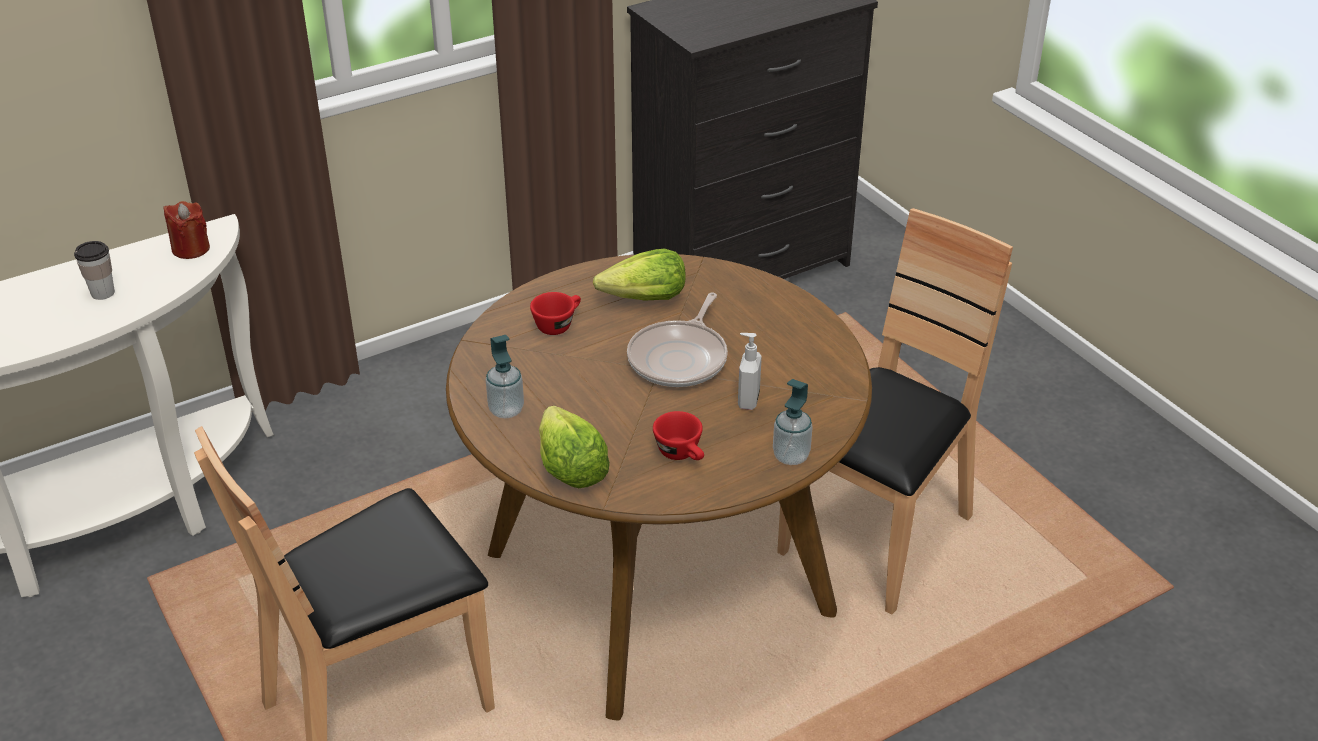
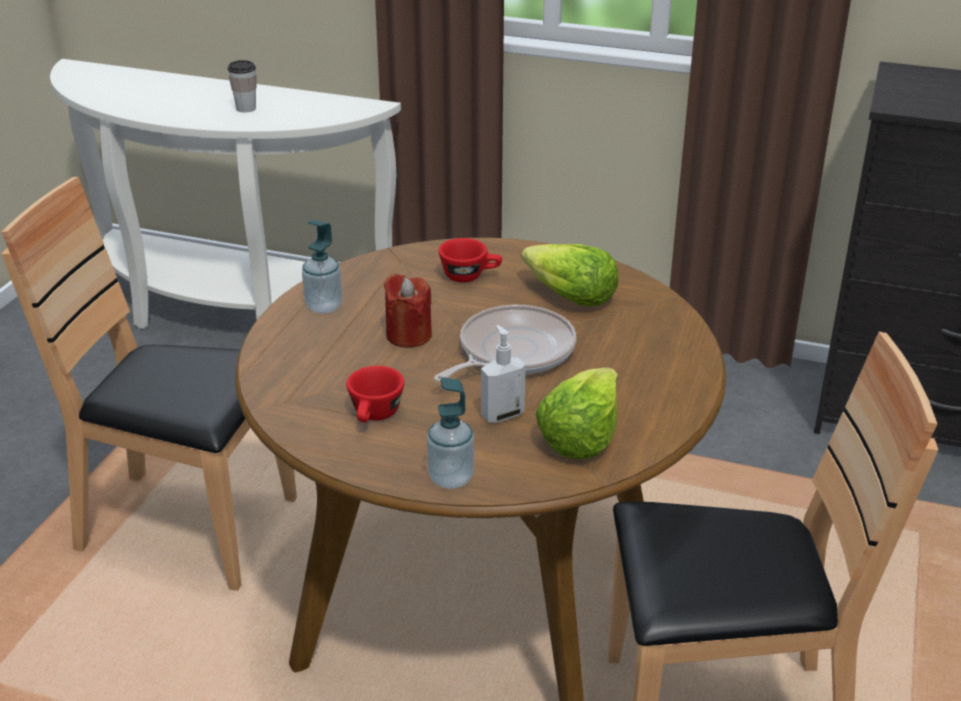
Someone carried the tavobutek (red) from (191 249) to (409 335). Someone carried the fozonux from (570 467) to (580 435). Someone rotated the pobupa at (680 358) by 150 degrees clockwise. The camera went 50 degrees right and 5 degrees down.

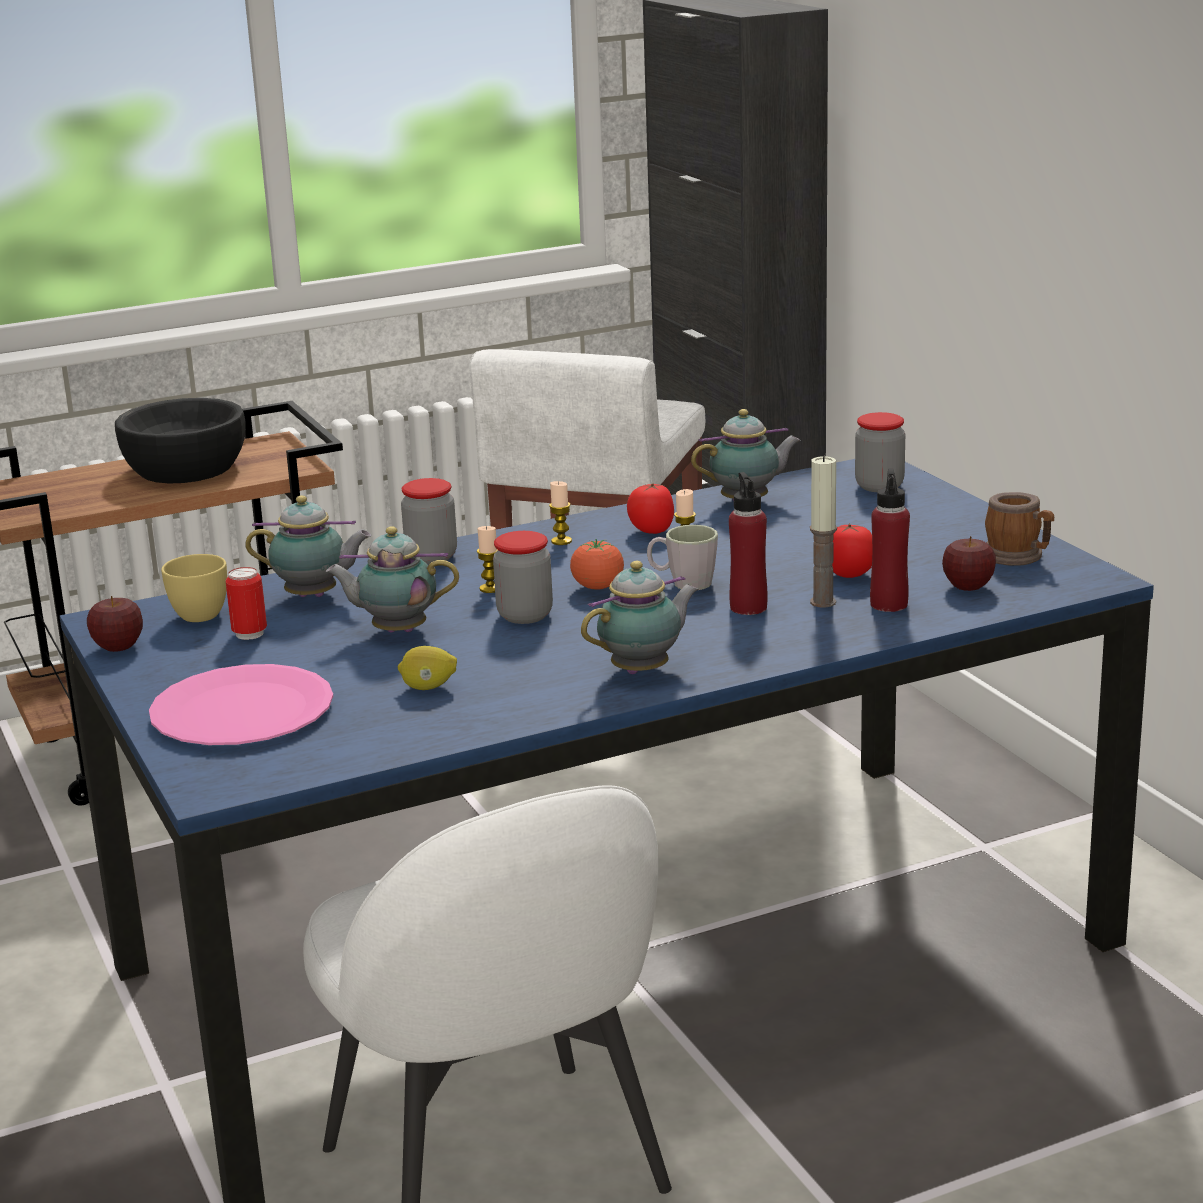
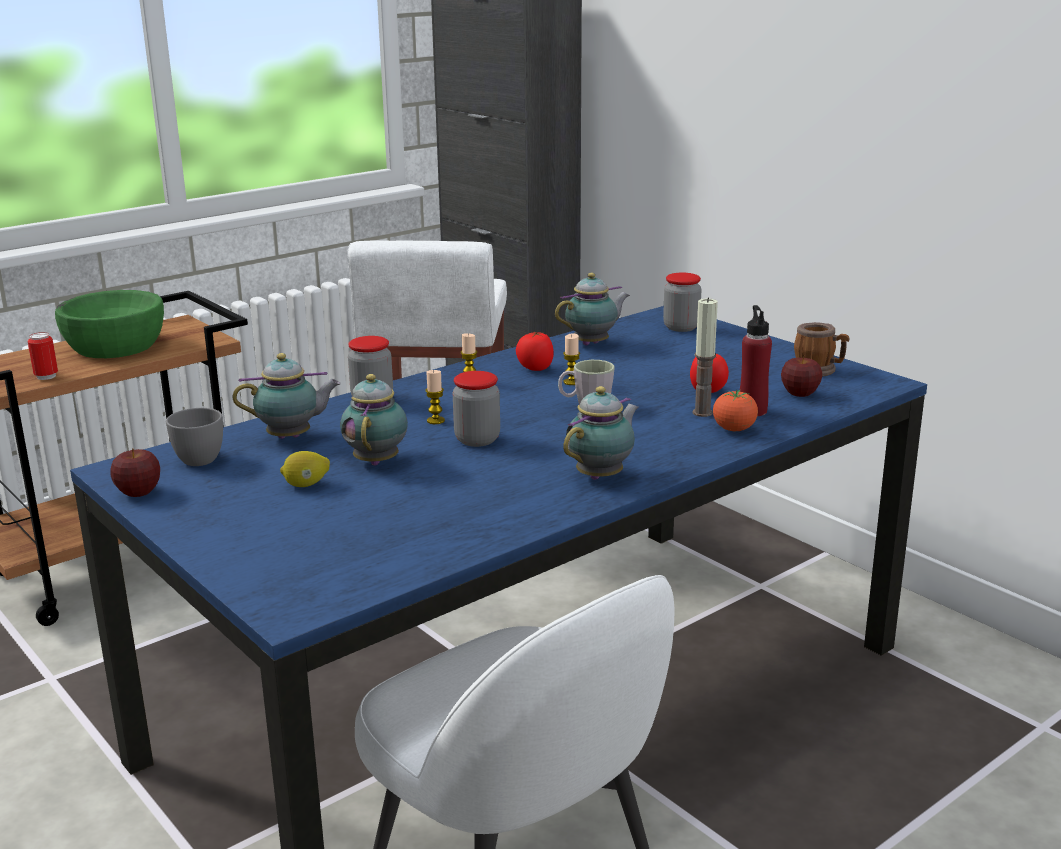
Someone repainted the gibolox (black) at (185 468), which became the gibolox (green) at (115 346). Someone took away the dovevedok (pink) at (242 711). Someone repainted the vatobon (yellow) at (203 612), which became the vatobon (grey) at (201 457). Someone carried the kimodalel from (249 634) to (46 376). Someone rotated the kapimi at (395 631) by 105 degrees clockwise. Someone carried the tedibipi from (428 687) to (306 485). Someone carried the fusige from (598 587) to (734 429). Someone took away the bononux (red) at (748 607). The camera went 15 degrees left and 0 degrees up.

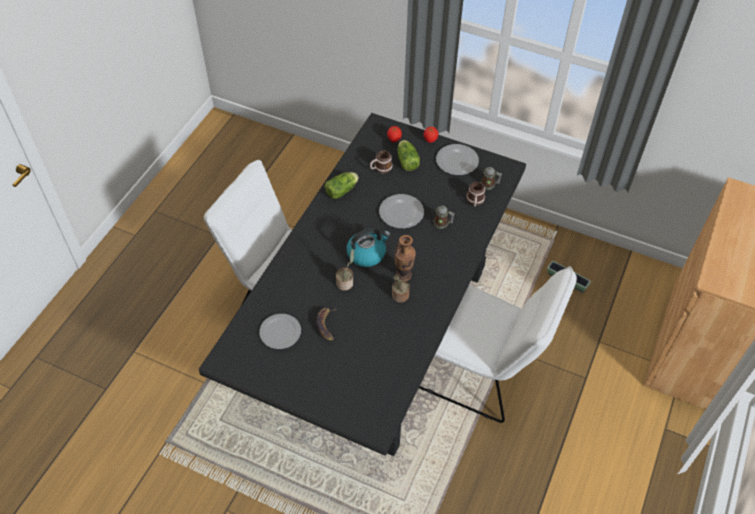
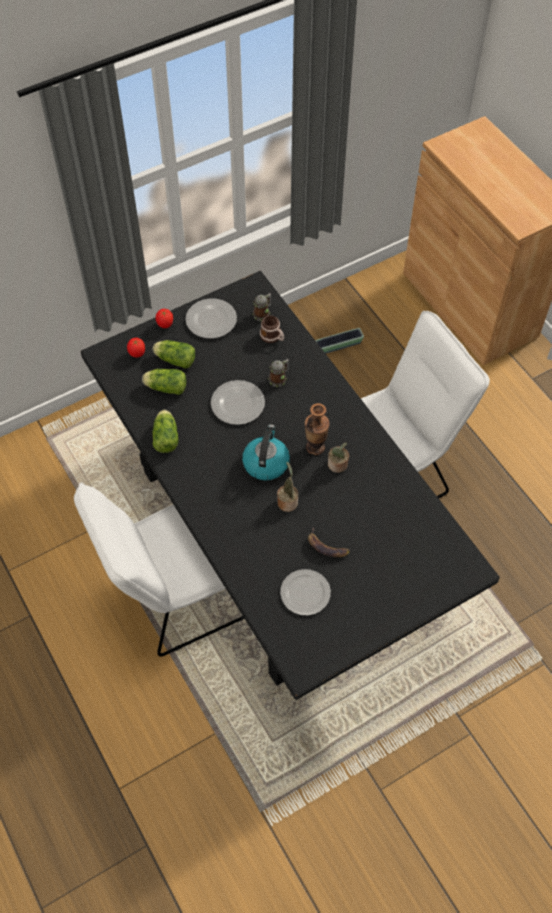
Someone swapped the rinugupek at (380 168) for the fozonux at (165 387). The camera went 55 degrees left and 5 degrees up.

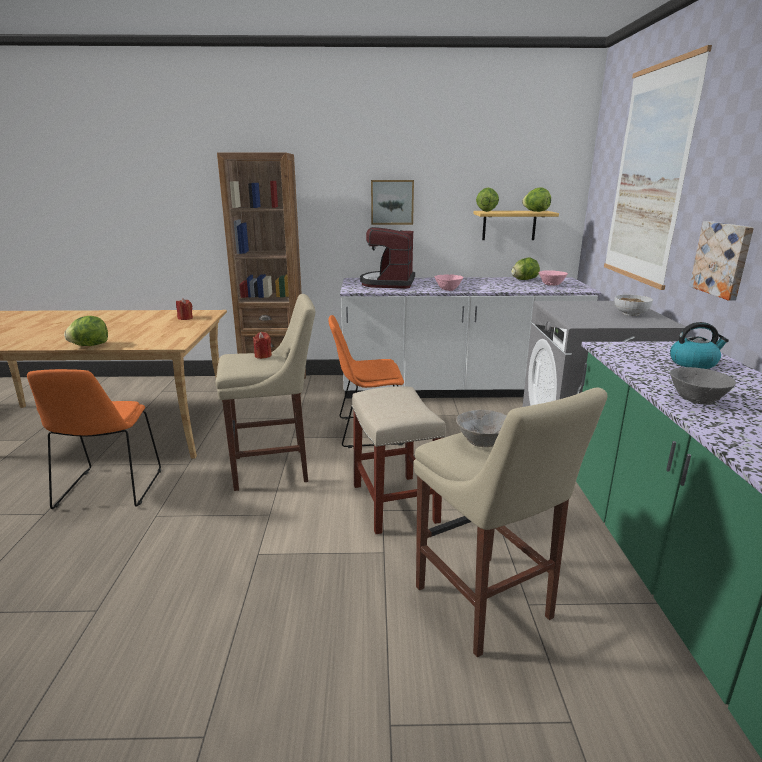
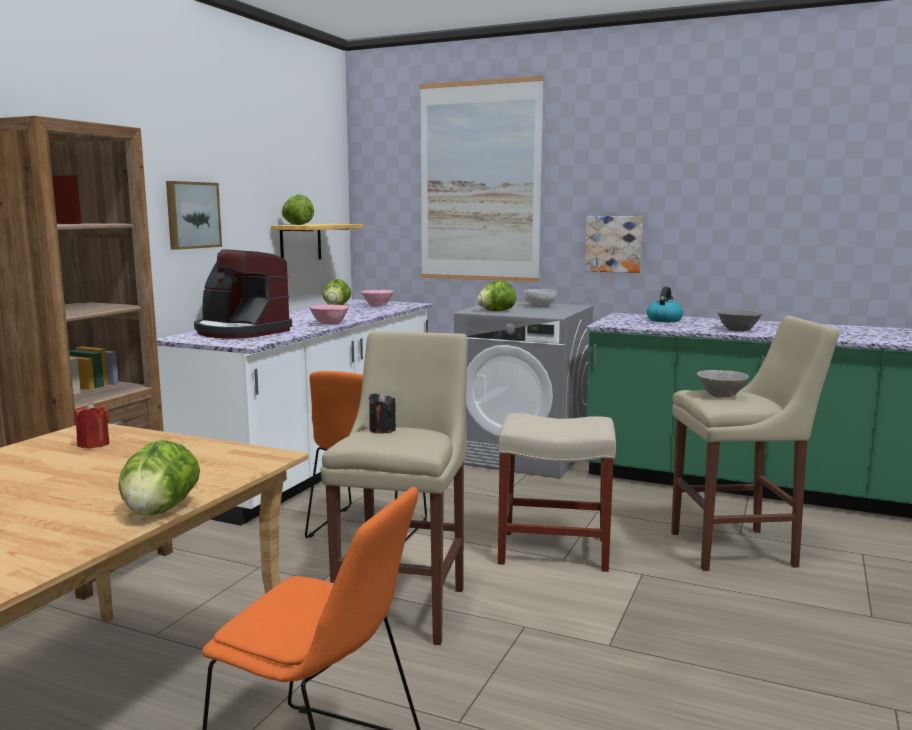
Someone repainted the tavobutek (red) at (263 356), which became the tavobutek (black) at (382 430). Someone carried the fozonux from (535 211) to (496 311). The camera went 65 degrees left and 10 degrees down.

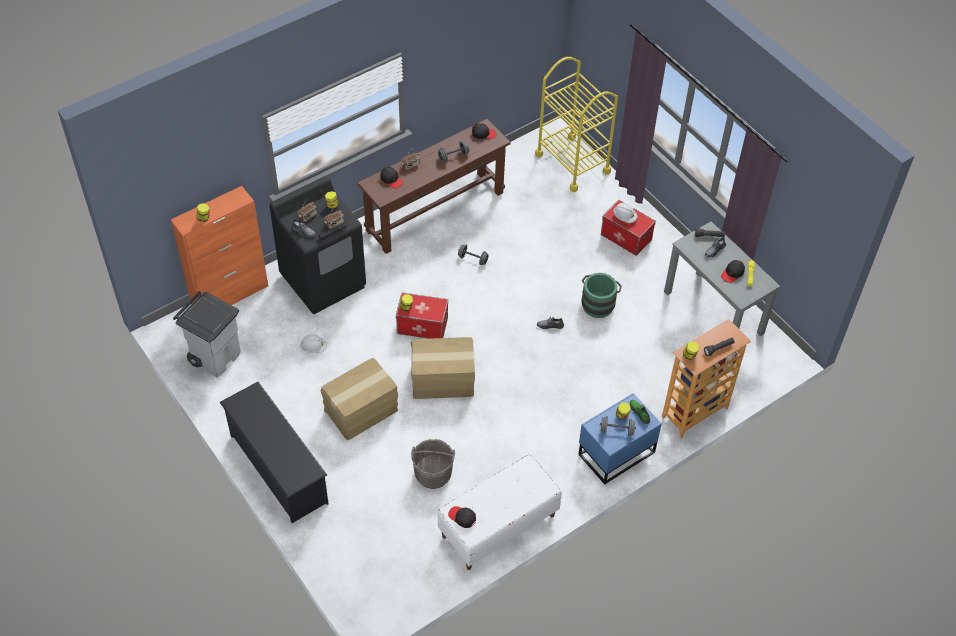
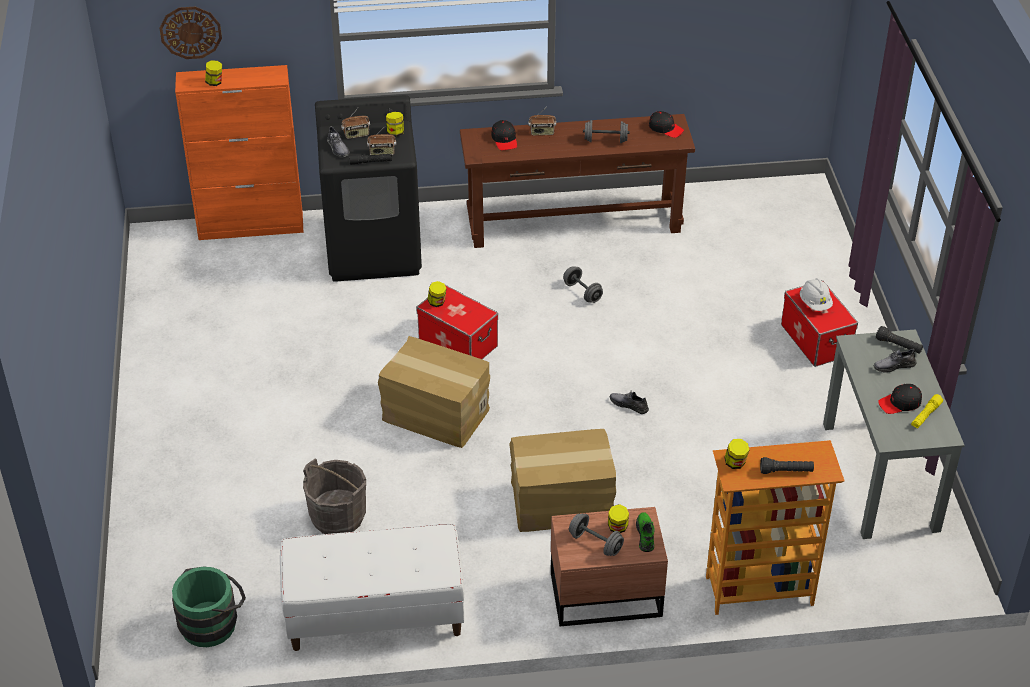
Someone took away the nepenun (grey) at (215 356). Someone took away the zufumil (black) at (278 469). Someone took away the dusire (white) at (314 348). Someone carried the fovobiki from (361 411) to (561 503). Someone took away the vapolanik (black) at (462 517). Someone took away the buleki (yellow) at (572 163). Someone repainted the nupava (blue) at (614 453), which became the nupava (brown) at (603 593). Someone carried the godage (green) from (598 303) to (213 622). Someone put up the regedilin at (190 32). The camera went 30 degrees right and 10 degrees down.

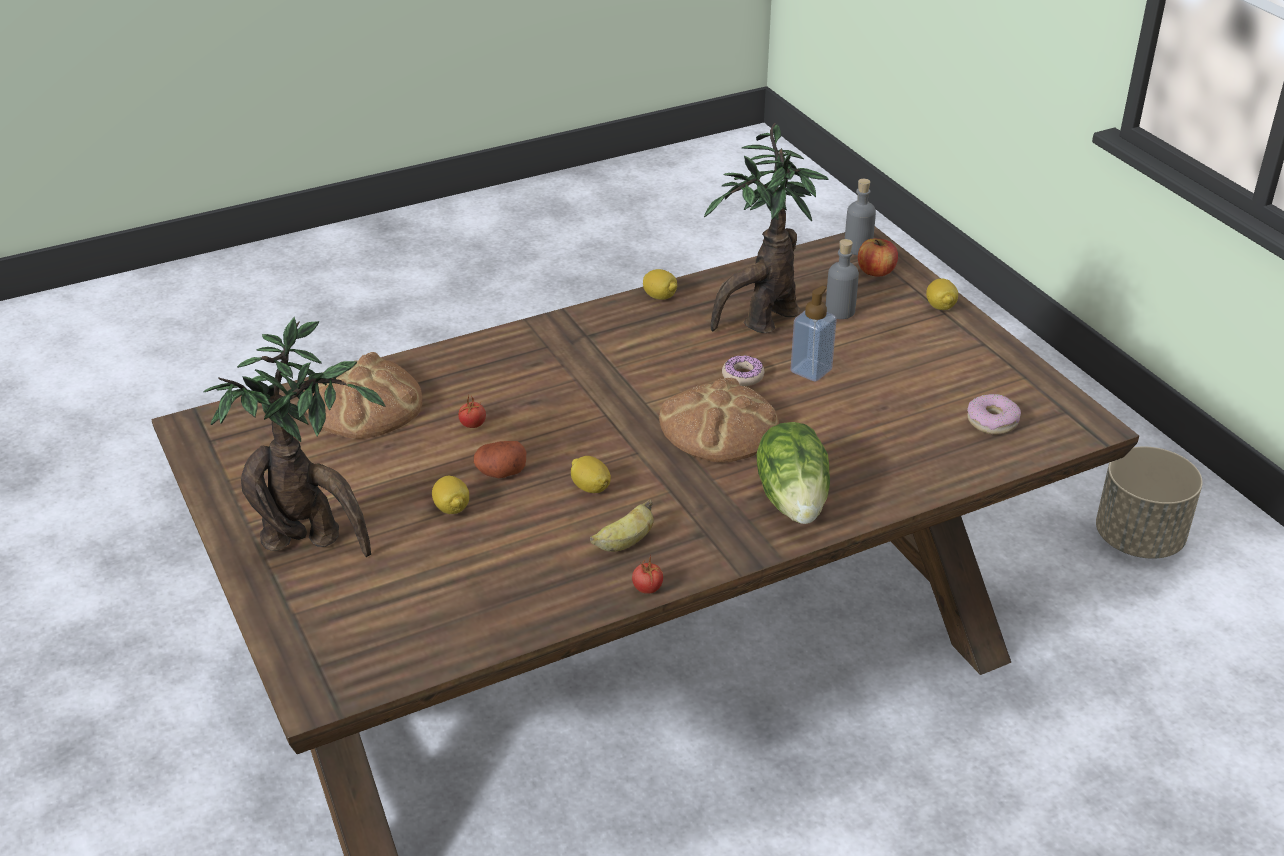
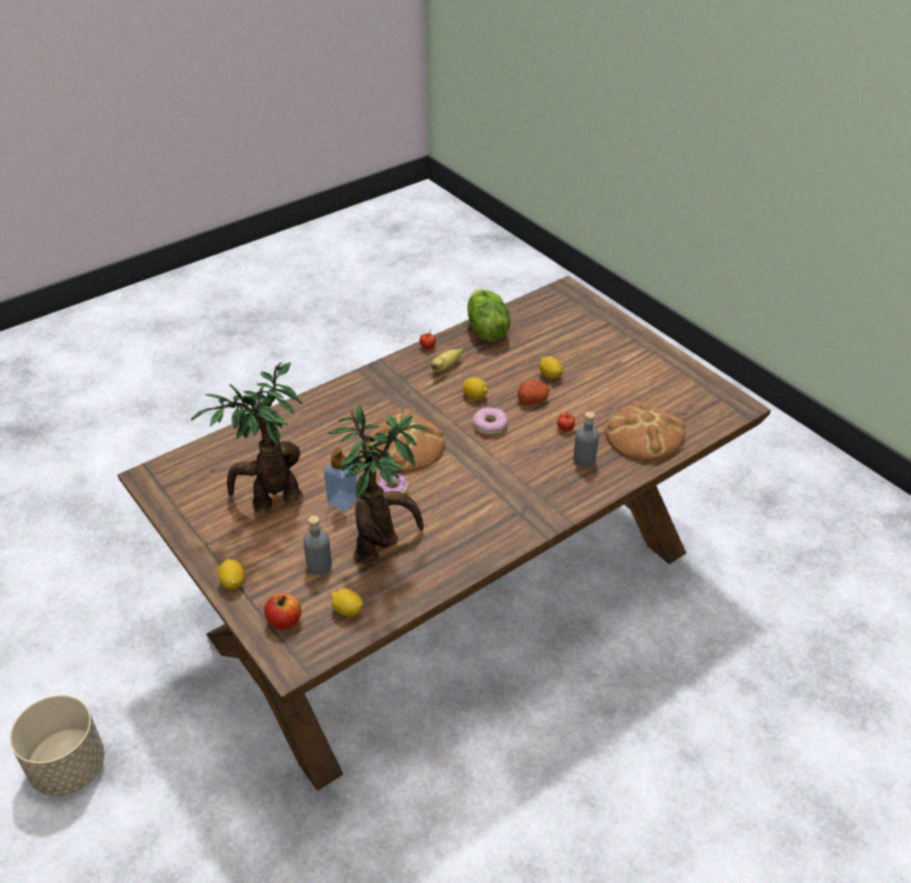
Someone carried the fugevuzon from (311 541) to (270 500). Someone carried the tedibipi from (660 296) to (347 610). Someone carried the fozonux from (794 499) to (486 330). Someone carried the bononux (grey) from (857 248) to (584 460). Someone carried the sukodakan from (992 421) to (490 425). The camera went 170 degrees right and 5 degrees up.

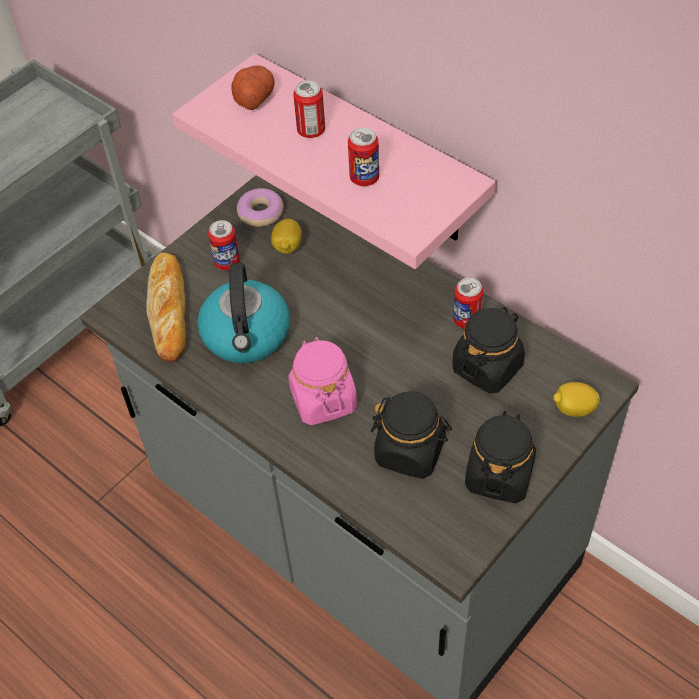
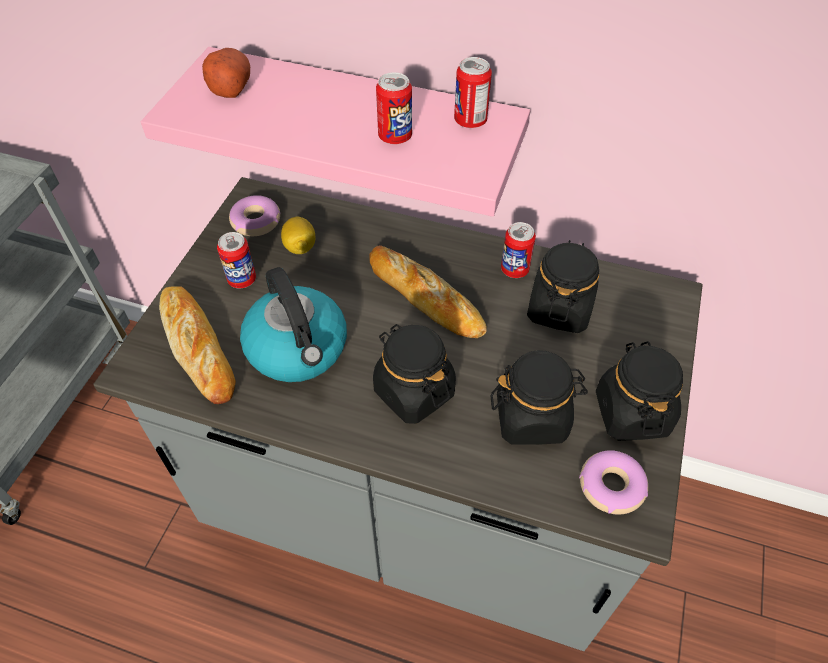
Someone repainted the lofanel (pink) at (323 399), which became the lofanel (black) at (413 392). Someone carried the kimodalel from (311 131) to (470 121). Someone took away the tedibipi at (573 409). Someone put down the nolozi at (425 297). Someone put down the sukodakan at (611 486). The camera went 25 degrees left and 0 degrees up.

